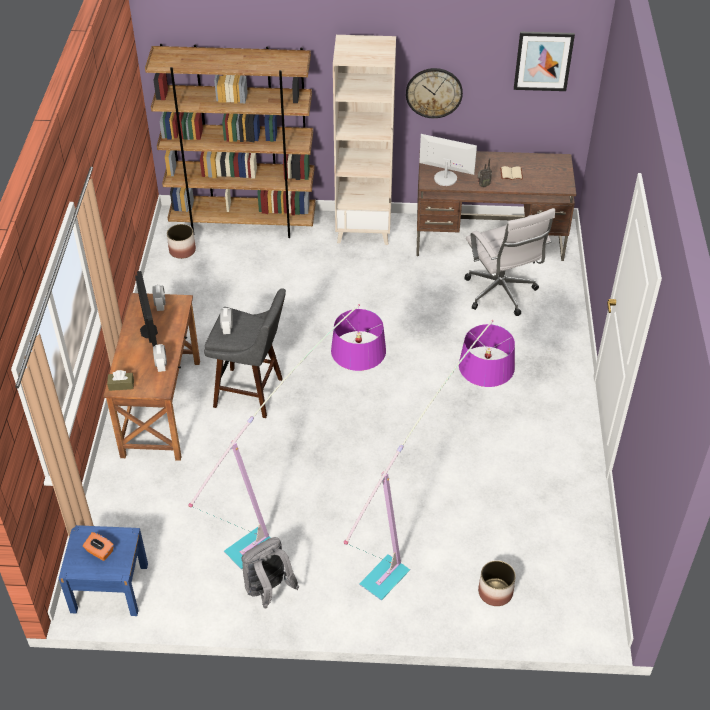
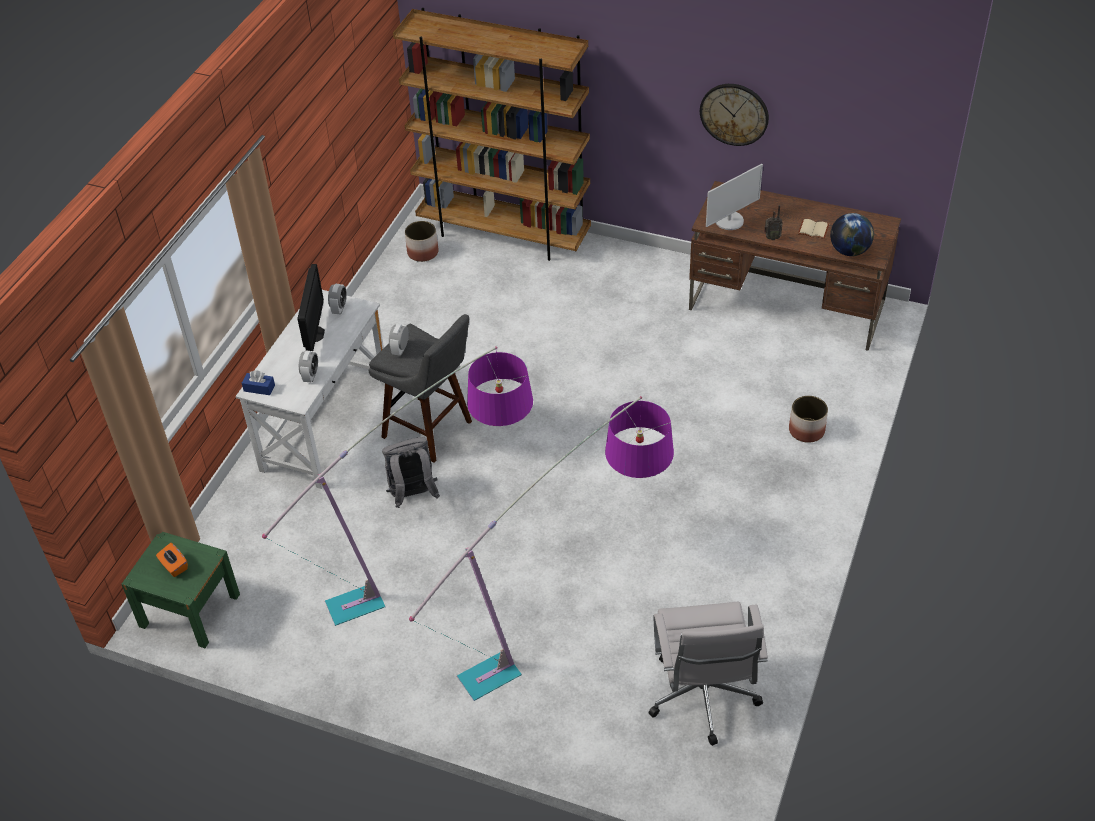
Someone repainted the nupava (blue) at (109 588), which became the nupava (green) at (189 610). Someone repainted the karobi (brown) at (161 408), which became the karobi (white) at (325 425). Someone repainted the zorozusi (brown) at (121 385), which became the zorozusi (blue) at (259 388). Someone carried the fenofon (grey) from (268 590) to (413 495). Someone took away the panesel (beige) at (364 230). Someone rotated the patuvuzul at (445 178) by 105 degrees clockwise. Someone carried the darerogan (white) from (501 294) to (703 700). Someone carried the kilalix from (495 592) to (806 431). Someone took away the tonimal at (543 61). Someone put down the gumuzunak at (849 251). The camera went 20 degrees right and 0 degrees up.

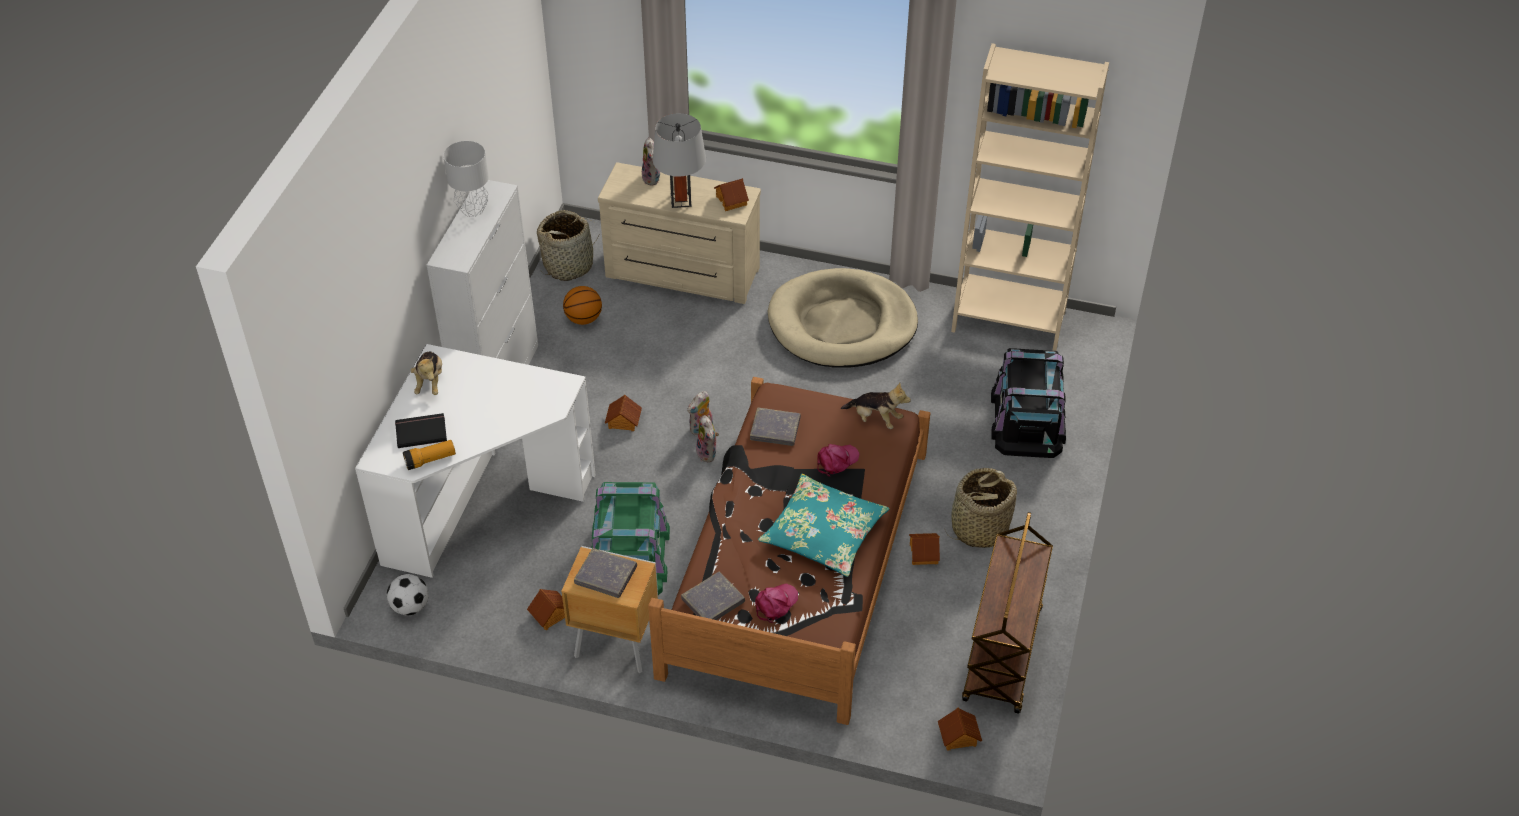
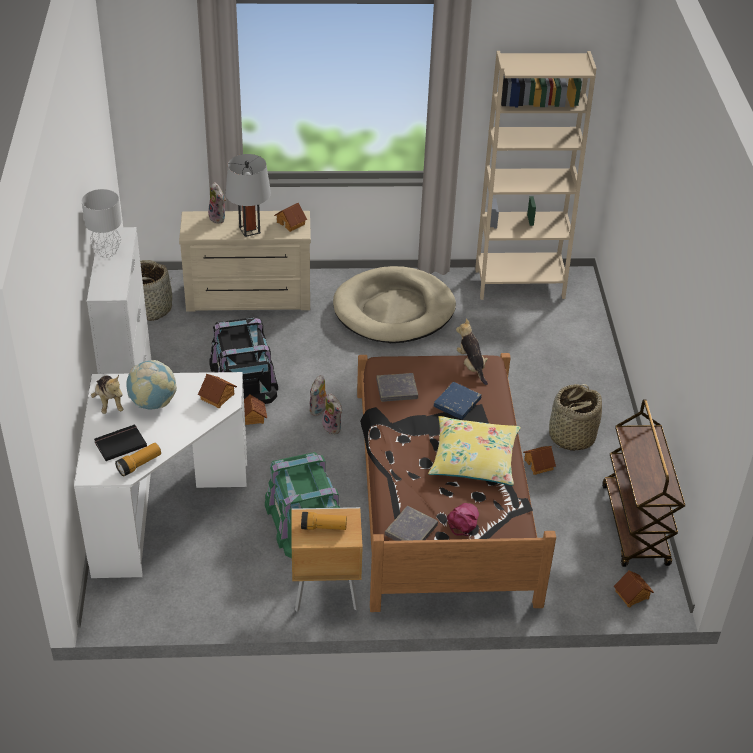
Someone took away the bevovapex at (410 607). Someone carried the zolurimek from (550 615) to (218 397). Someone took away the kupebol at (583 319). Someone swapped the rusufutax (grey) at (605 576) for the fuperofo at (323 527). Someone repainted the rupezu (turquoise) at (823 534), which became the rupezu (yellow) at (474 459). Someone swapped the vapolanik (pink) at (836 461) for the rusufutax (blue) at (457 403). Someone rotated the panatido at (875 419) by 120 degrees counterclockwise. Someone carried the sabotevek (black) from (1028 419) to (244 377). Someone put down the gumuzunak at (153 403). The camera went 20 degrees left and 5 degrees down.

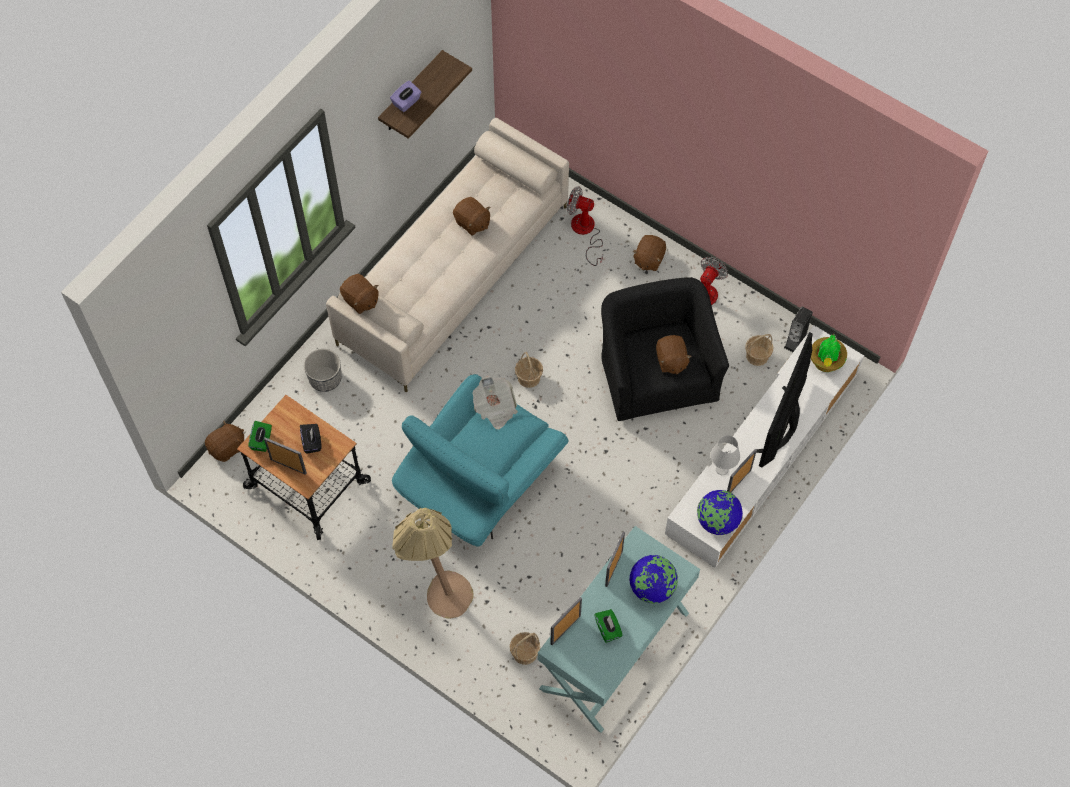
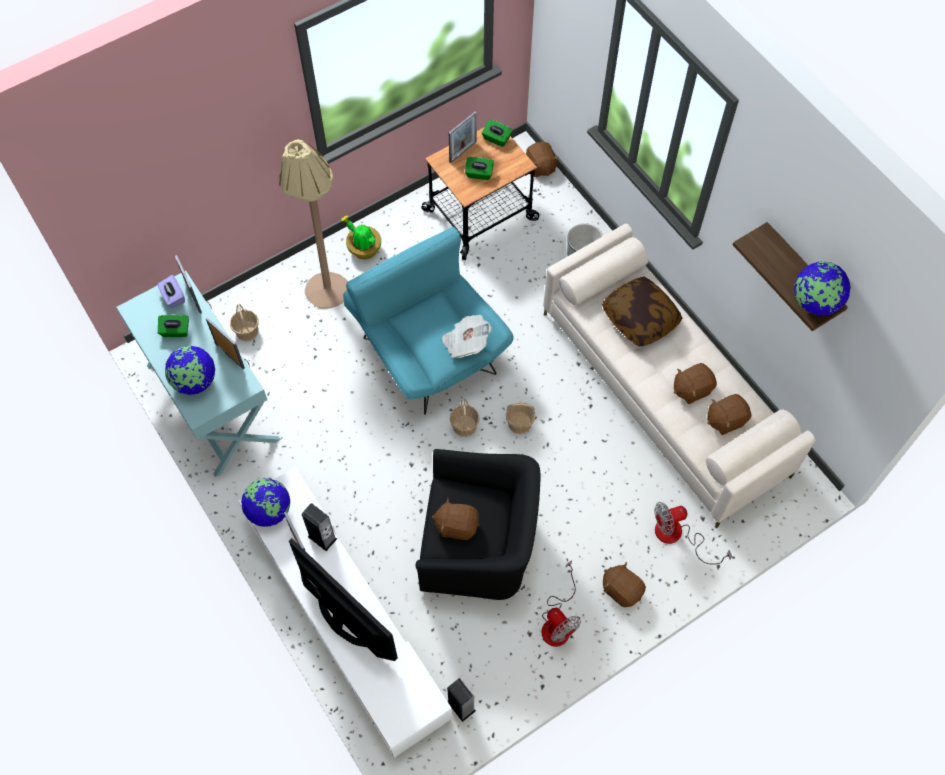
Someone repainted the zorozusi (black) at (312 442), which became the zorozusi (green) at (479 174). Someone carried the panatido (brown) from (360 300) to (725 419). Someone carried the zorozusi (purple) from (406 102) to (173 297). Someone rotated the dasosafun at (585 232) by 150 degrees counterclockwise. Someone swapped the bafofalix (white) at (722 469) for the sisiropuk at (322 537). Someone carried the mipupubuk from (757 356) to (464 426). Someone carried the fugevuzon from (825 363) to (363 249). Someone put down the rupezu at (640 318). Someone put down the gumuzunak at (814 303). The camera went 110 degrees right and 0 degrees up.

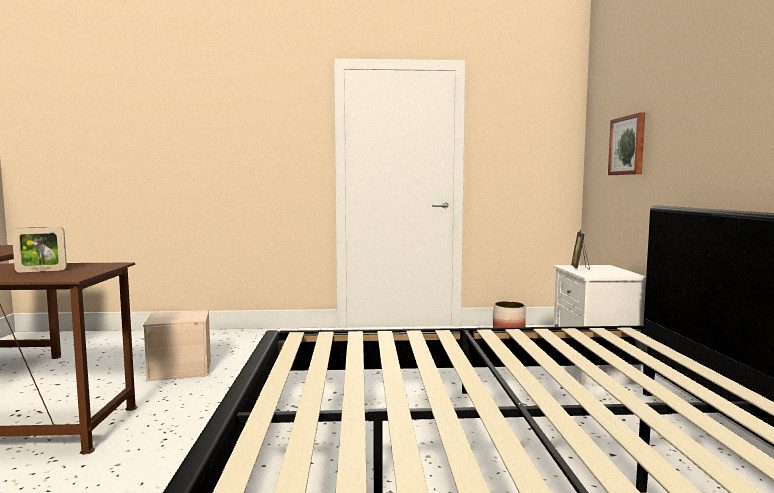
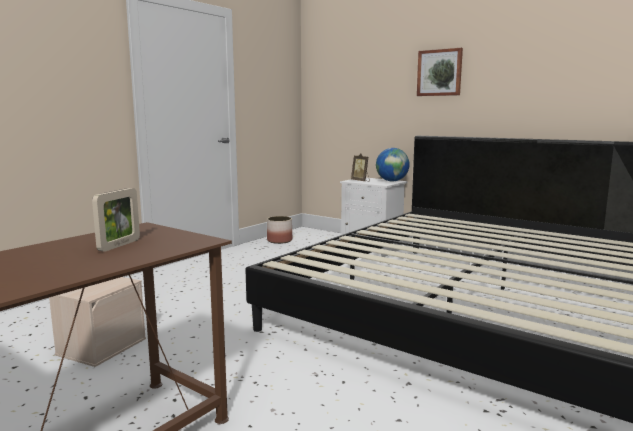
Someone carried the tonimal from (628 145) to (439 72). Someone put down the gumuzunak at (392 181). The camera went 50 degrees left and 5 degrees up.

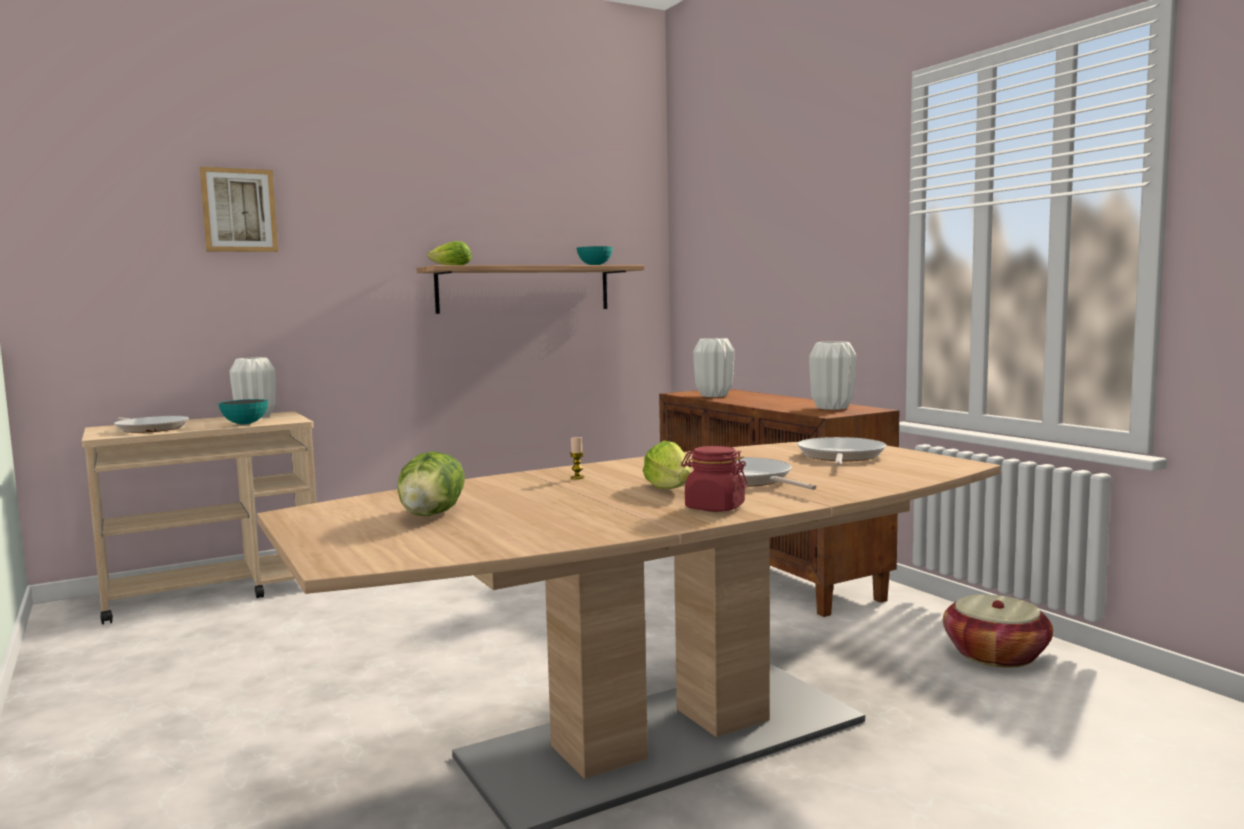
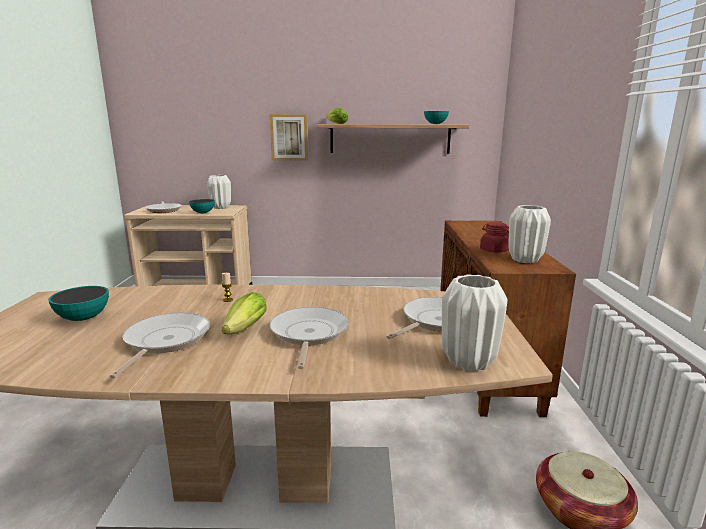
Someone carried the tonimal from (239 210) to (289 137). Someone swapped the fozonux at (433 514) for the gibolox at (83 318). Someone carried the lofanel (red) from (714 508) to (494 250). Someone carried the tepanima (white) from (713 396) to (468 362). Someone put down the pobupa at (164 341). The camera went 30 degrees right and 10 degrees up.

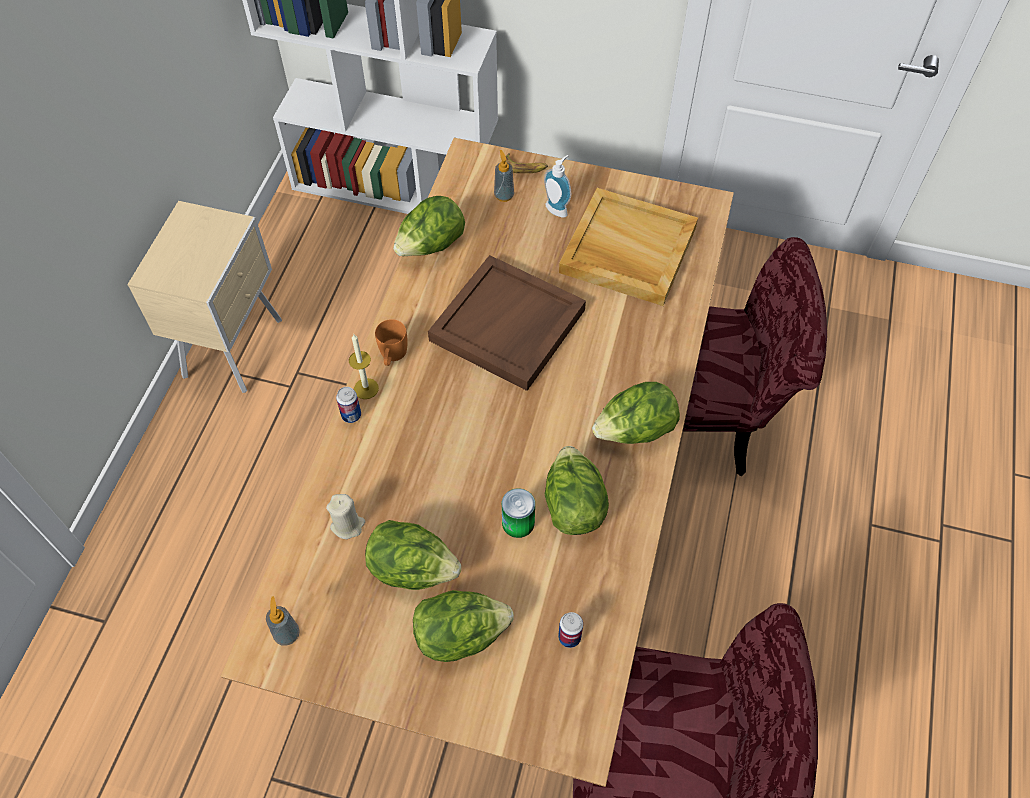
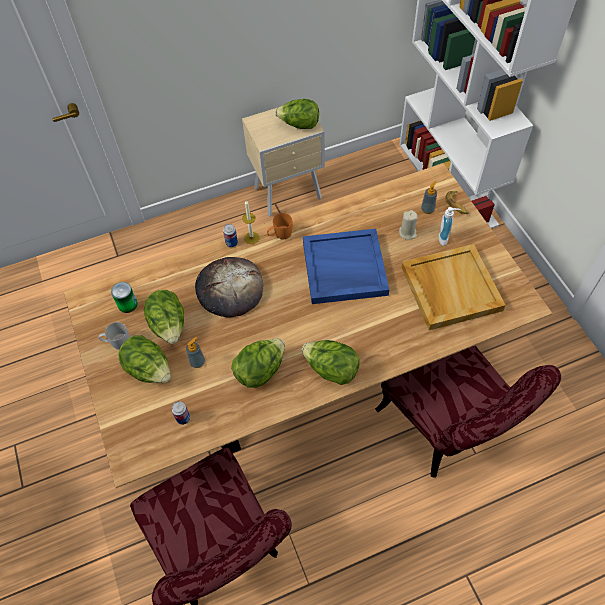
Someone carried the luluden from (287 634) to (197 362). Someone carried the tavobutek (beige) from (348 525) to (407 233). Someone carried the fozonux from (431 246) to (299 125). Someone repainted the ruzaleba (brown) at (508 326), which became the ruzaleba (blue) at (343 269). Someone carried the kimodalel from (518 522) to (127 304). Someone put down the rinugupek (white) at (117 342). Someone put down the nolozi at (230 289). The camera went 55 degrees right and 0 degrees up.

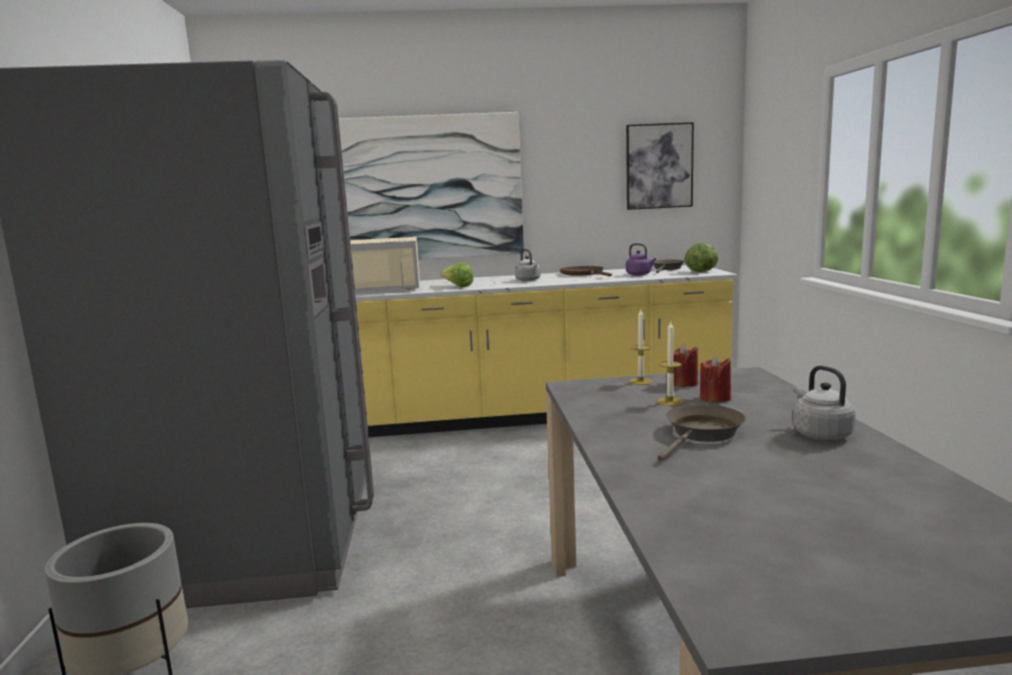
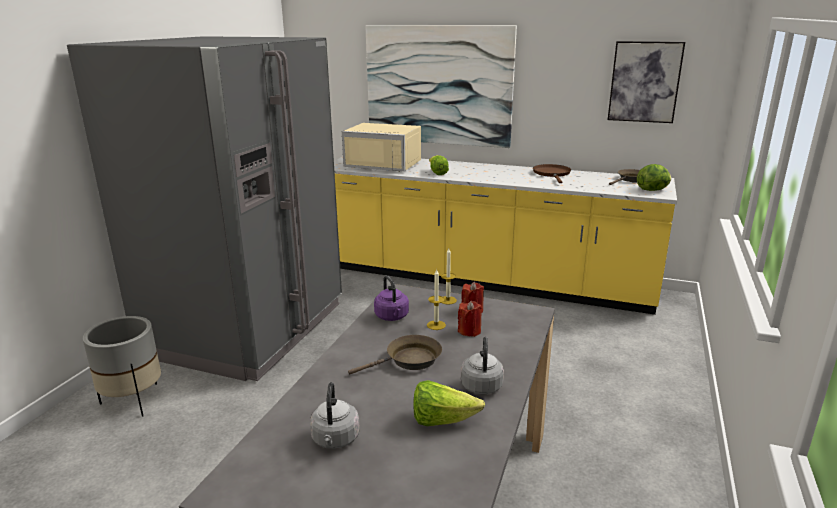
Someone carried the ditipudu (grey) from (528 280) to (335 440). Someone carried the ditipudu (purple) from (640 274) to (392 317). Someone put down the fozonux at (442 420). The camera went 25 degrees right and 10 degrees up.

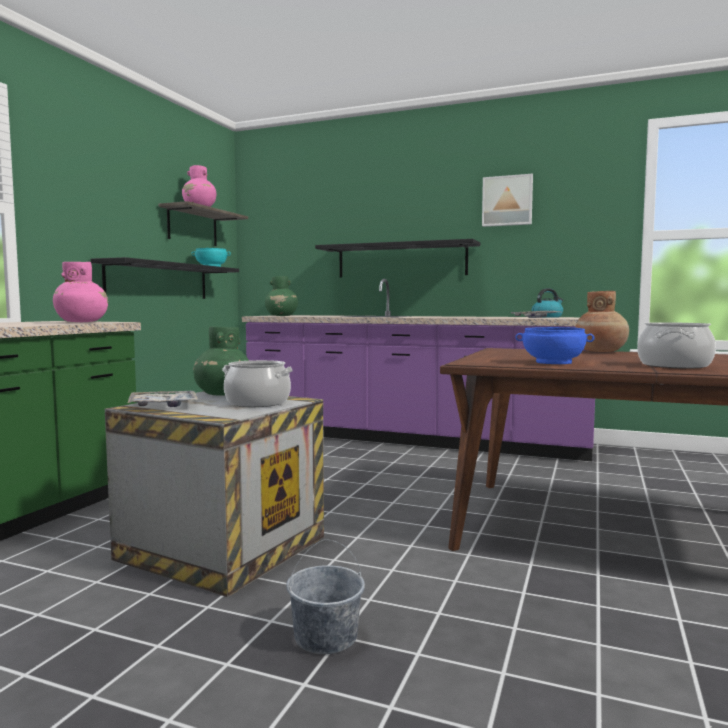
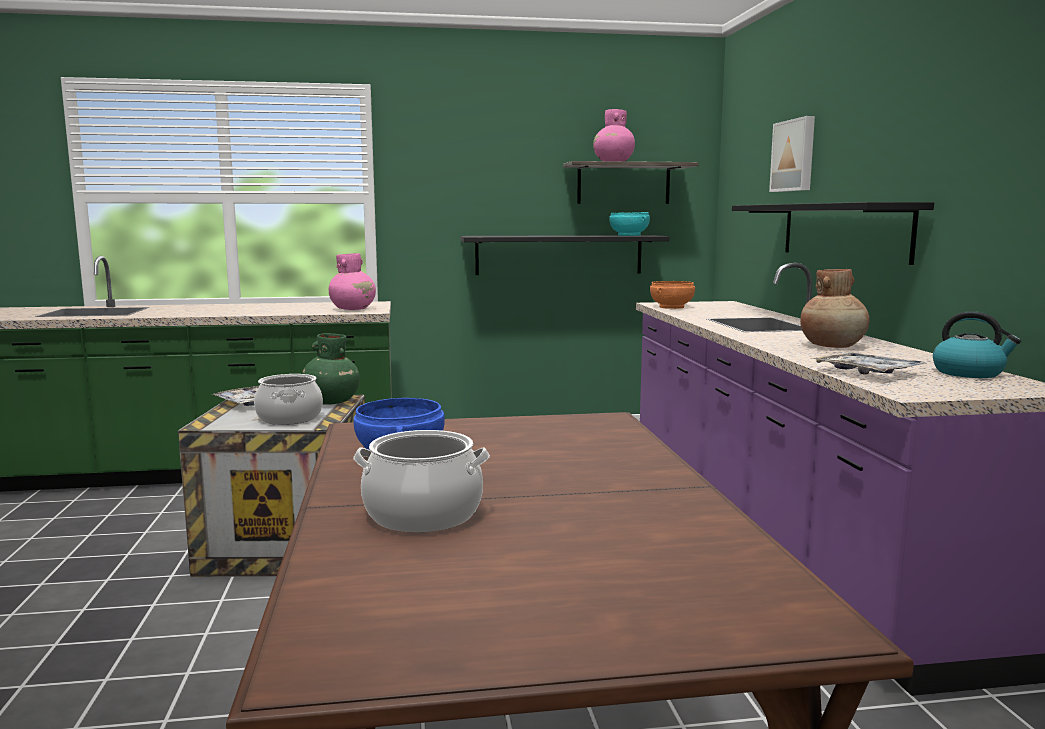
Someone swapped the tepanima (green) at (282 316) for the gibolox (orange) at (672 307). Someone took away the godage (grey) at (325 637). Someone carried the tonimal from (507 201) to (794 155). Someone carried the tepanima (brown) from (601 351) to (833 346). The camera went 60 degrees right and 5 degrees up.

